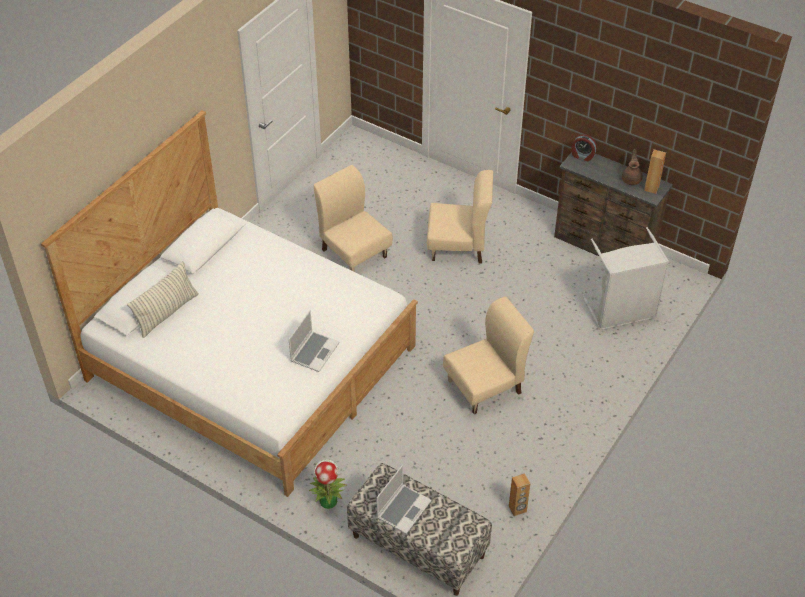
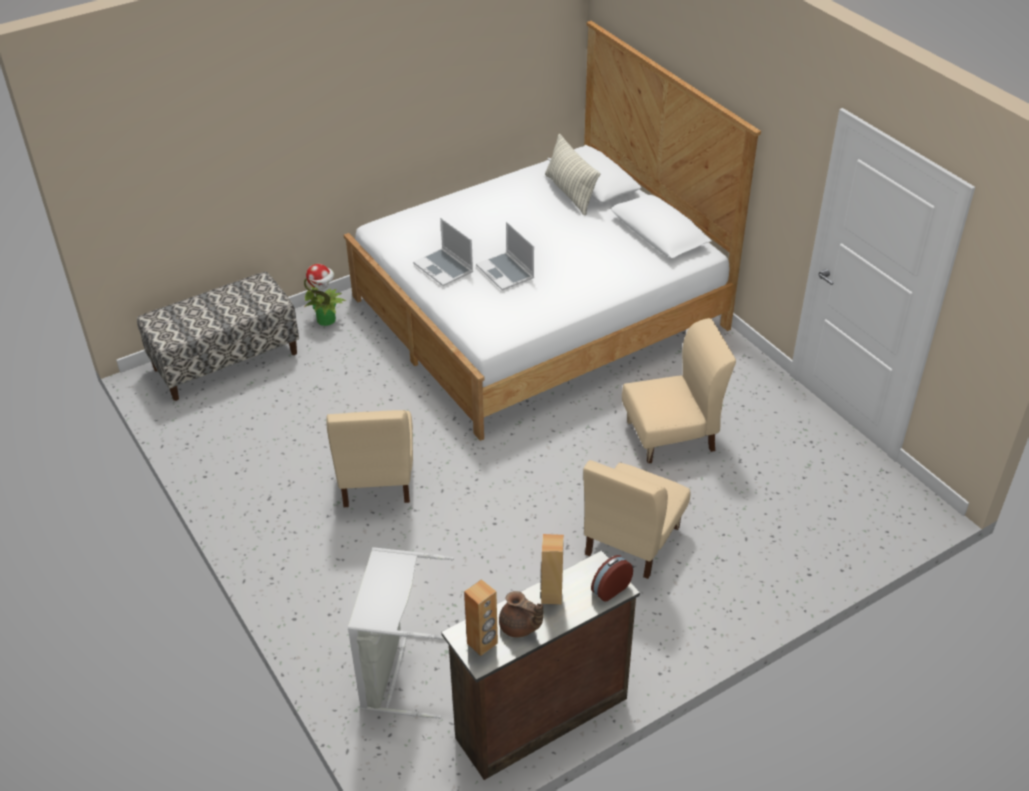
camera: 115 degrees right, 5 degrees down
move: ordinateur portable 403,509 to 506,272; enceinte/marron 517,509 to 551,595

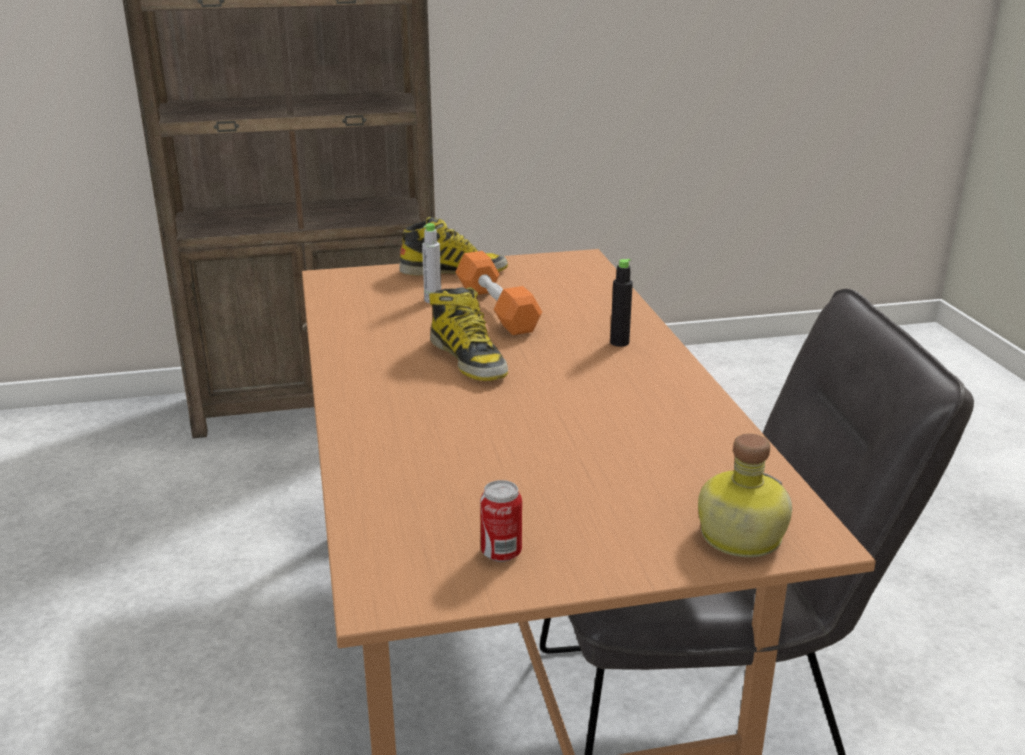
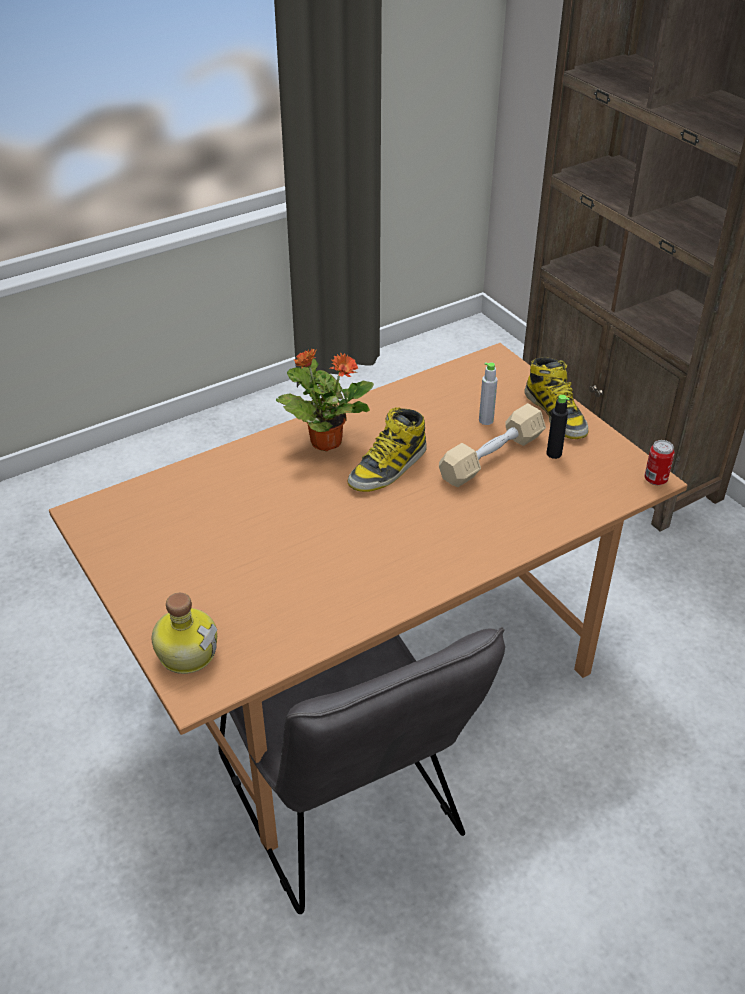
camera: 70 degrees right, 15 degrees up
insert: plante en pot 325,441
move: bouteille/noir 619,342 to 554,454; boîte métallique 501,553 to 655,479
recolor: haltère/orange 497,309 to haltère/beige 491,457

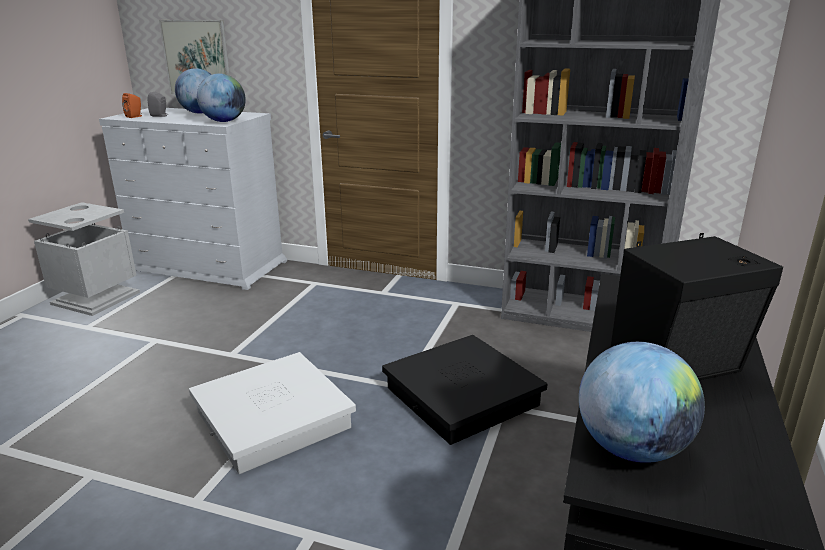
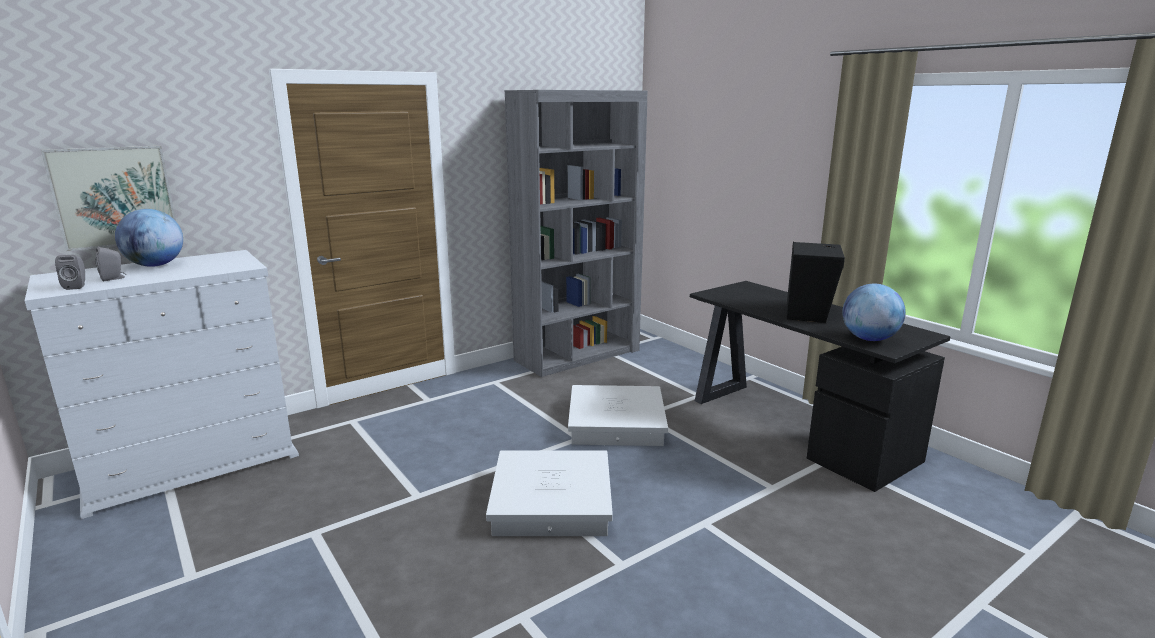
camera: 55 degrees left, 5 degrees down
delete: globe 224,121; poubelle/gris 96,298
recolor: enceinte/orange 135,116 to enceinte/gris 77,286; boîte de rangement/noir 462,396 to boîte de rangement/blanc 617,423

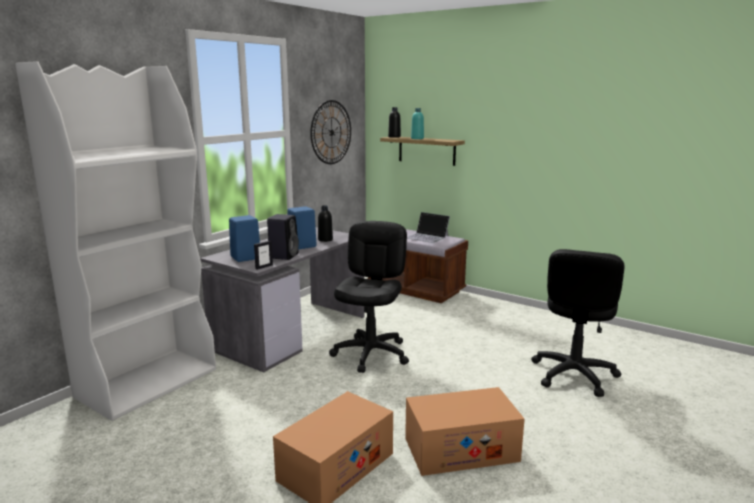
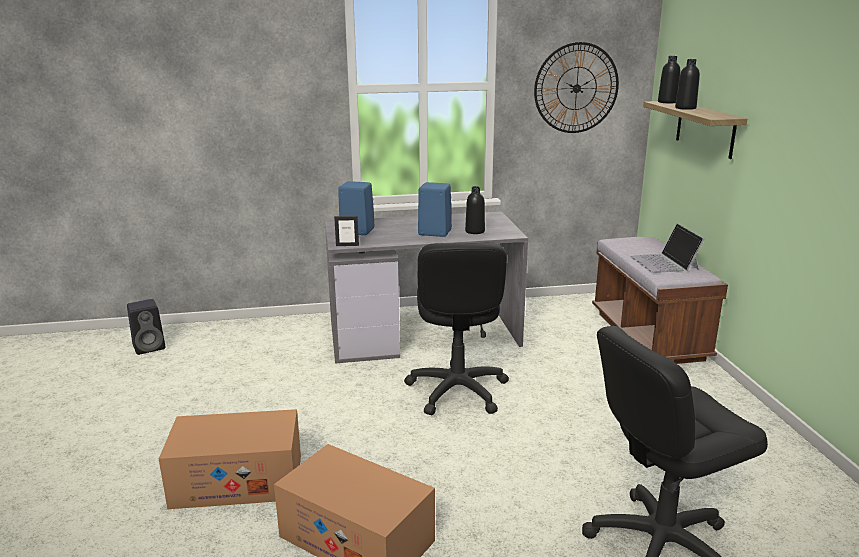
camera: 45 degrees right, 5 degrees up
delete: bibliothèque/blanc 148,382
move: enceinte/noir 284,255 to 150,347
recolor: bouteille/turquoise 417,138 to bouteille/noir 685,108
rotate: chaise de bureau/noir 371,354 = 457,391 120 degrees clockwise

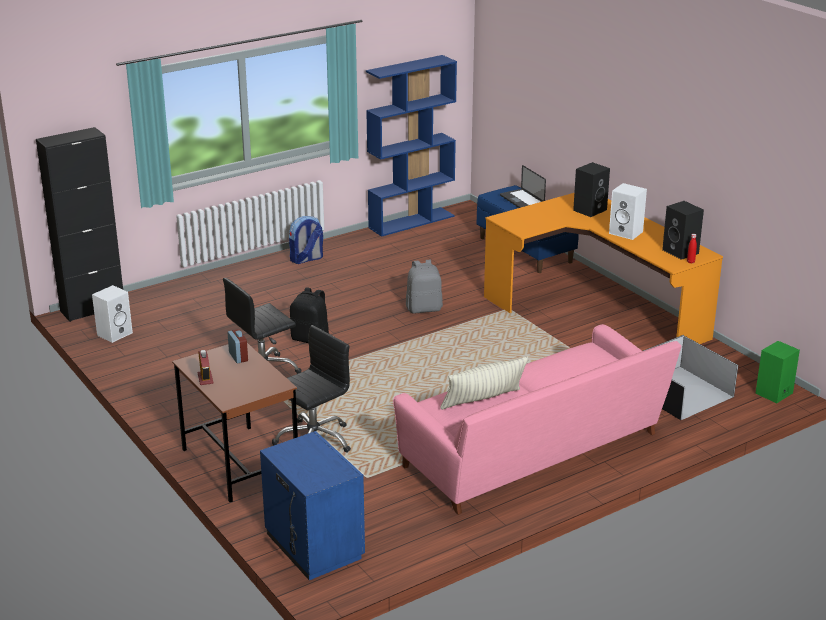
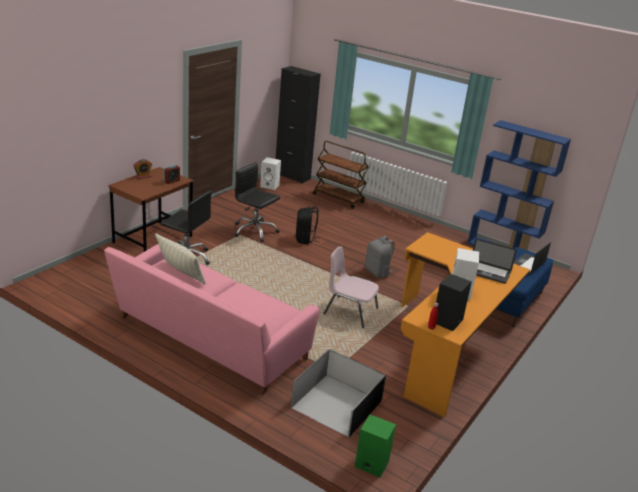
camera: 65 degrees right, 0 degrees up
delete: sac à dos 306,259; table de chevet/bleu 312,546
insert: chariot/marron 338,198; chaise/rose 349,311
replace: enceinte/noir 590,210 to ordinateur portable 487,272

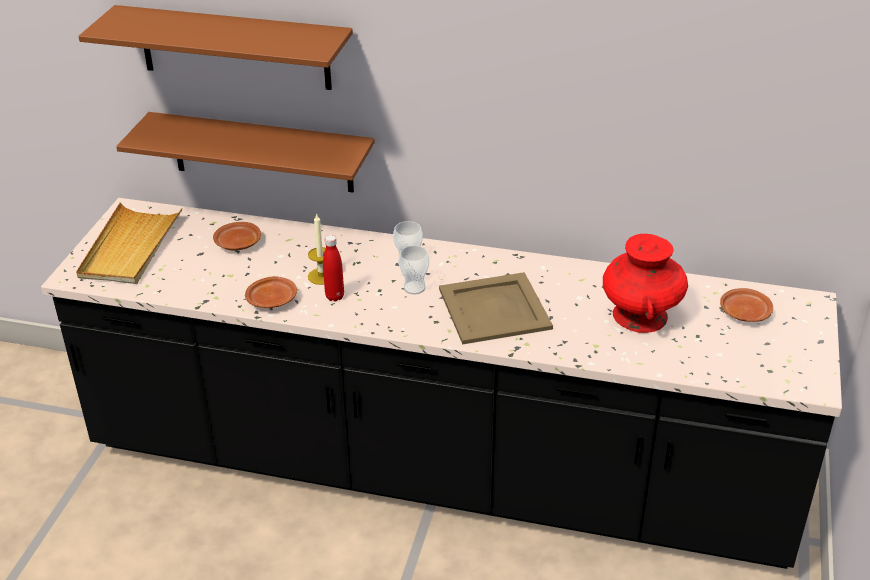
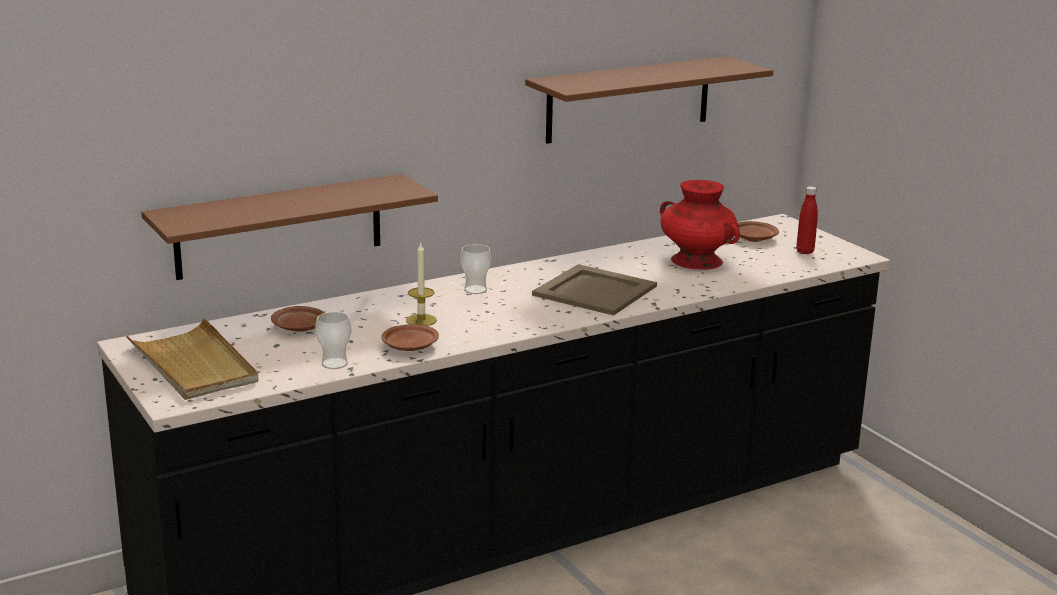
camera: 45 degrees left, 15 degrees down
move: étagère/marron 234,48 to 629,99; bouteille/rouge 334,296 to 805,251; tasse 414,288 to 334,364

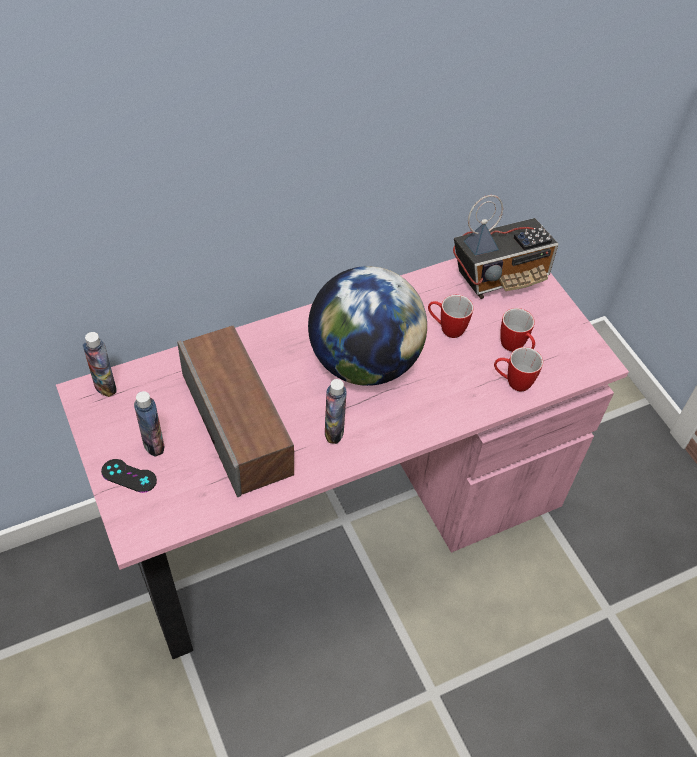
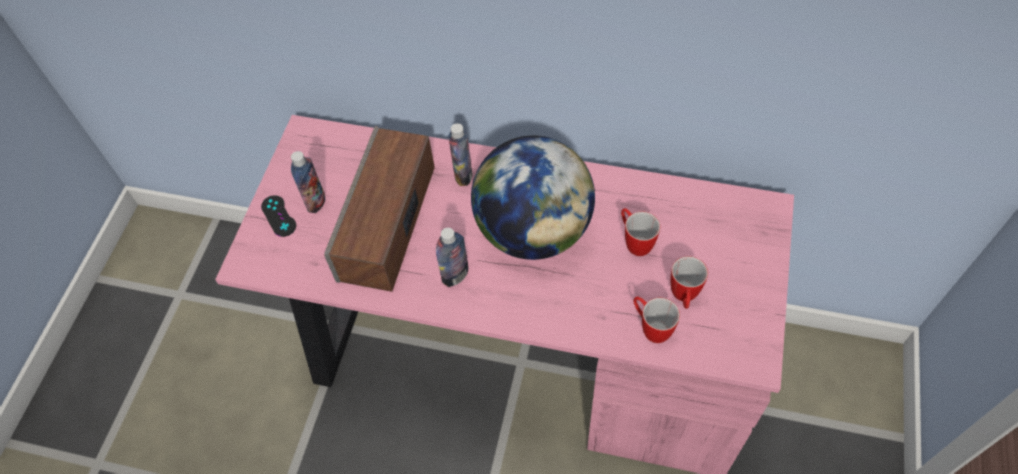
camera: 45 degrees right, 5 degrees up
delete: radio 501,277
move: bouteille 105,386 to 463,175

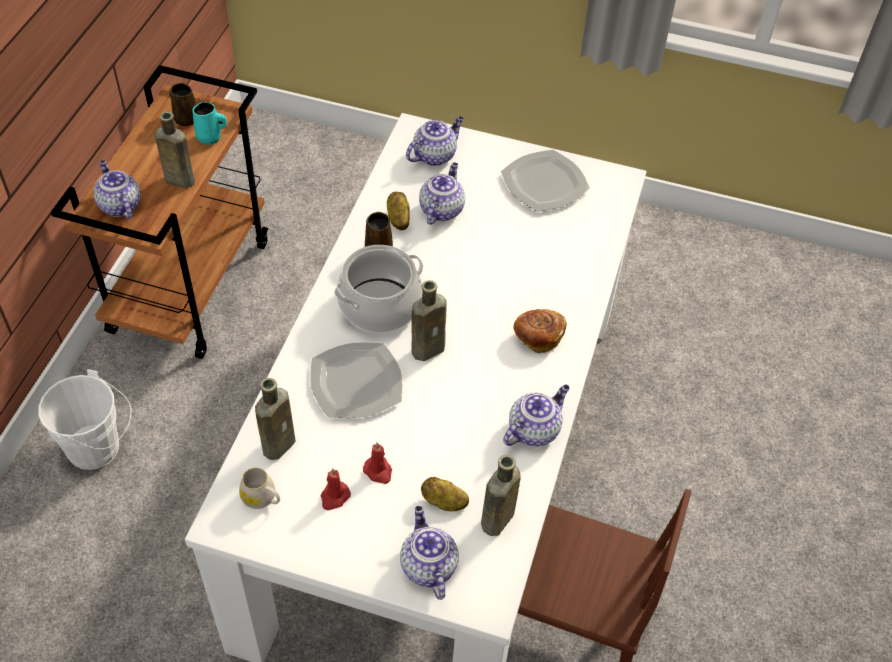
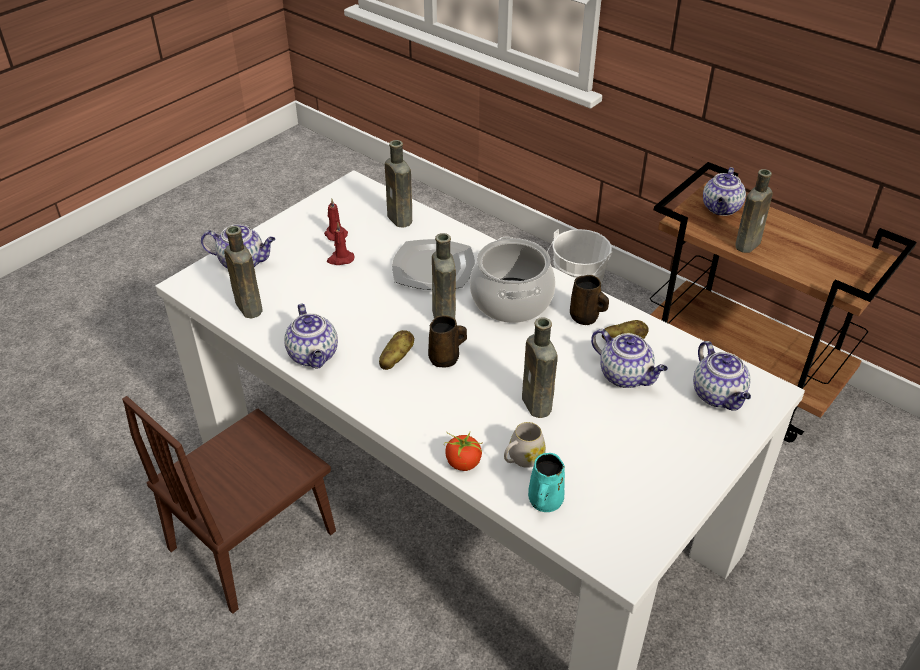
camera: 115 degrees right, 10 degrees down
delete: assiette 545,183; pain 538,337
insert: bouteille/marron 538,406; tomate 463,463
move: mug/marron 185,118 to 445,359; mug/turquoise 210,138 to 544,502; mug/blanc 262,499 to 522,459; pomme de terre 444,502 to 396,359
rotate: théière 119,205 = 721,209 120 degrees clockwise

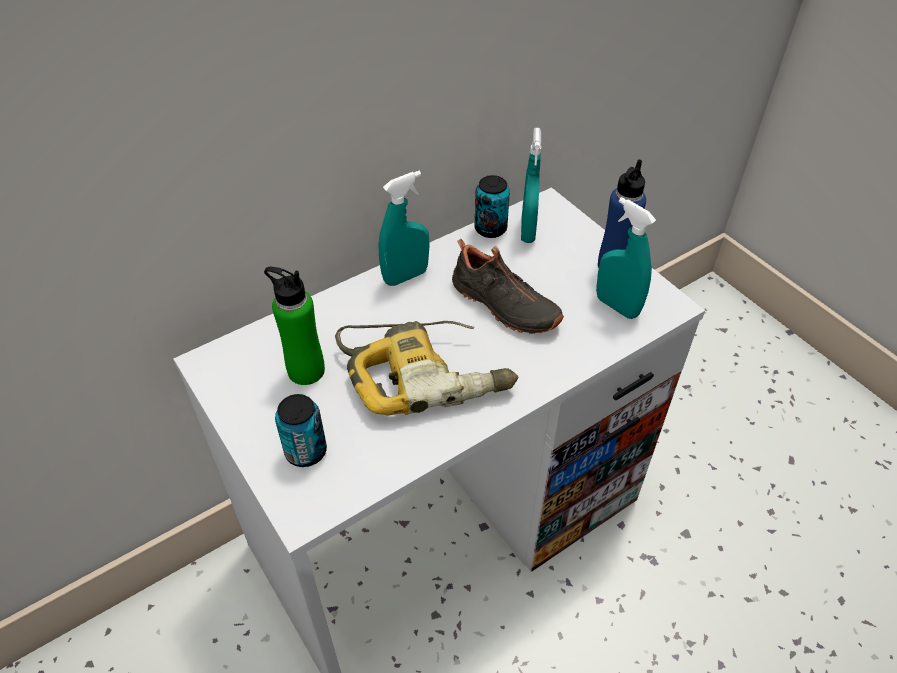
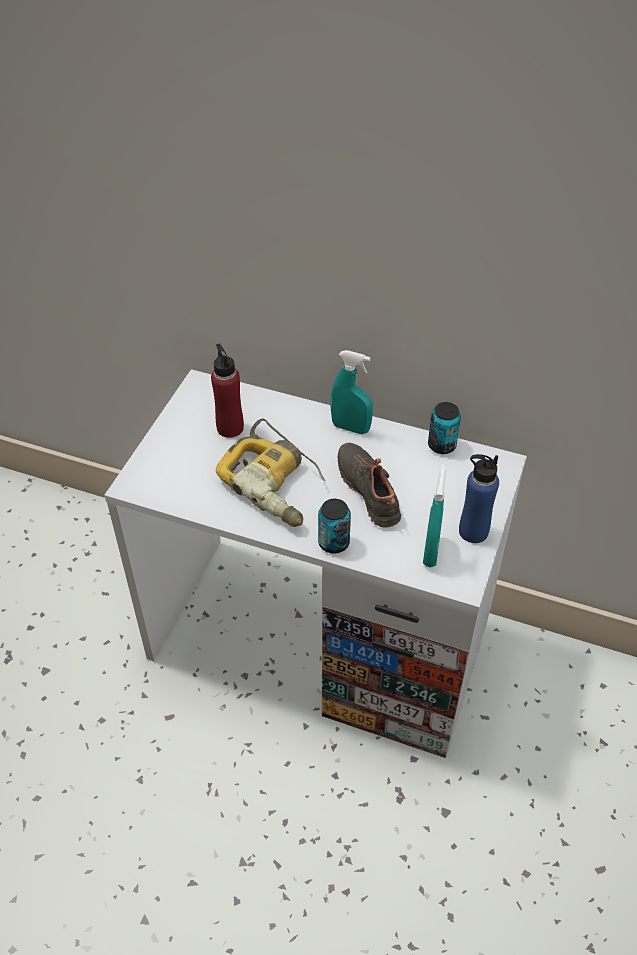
camera: 55 degrees right, 0 degrees up
delete: vaporisateur/turquoise 528,231
move: boîte métallique 306,451 to 333,543
recolor: bouteille/vert 306,370 to bouteille/rouge 230,428
rotate: chaussure/noir 503,306 = 370,490 150 degrees clockwise

